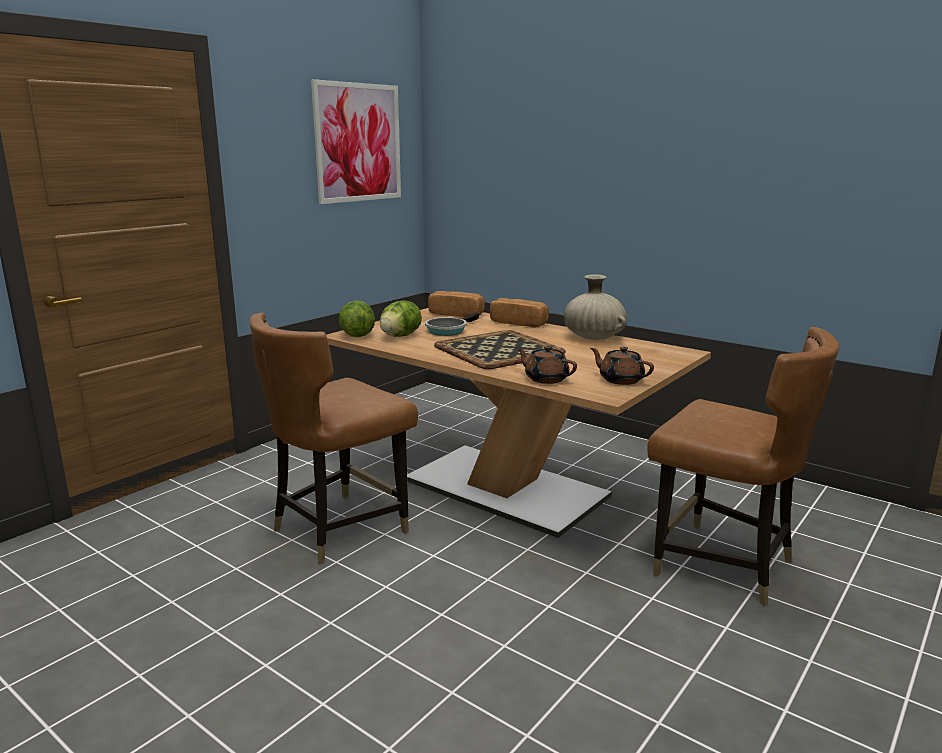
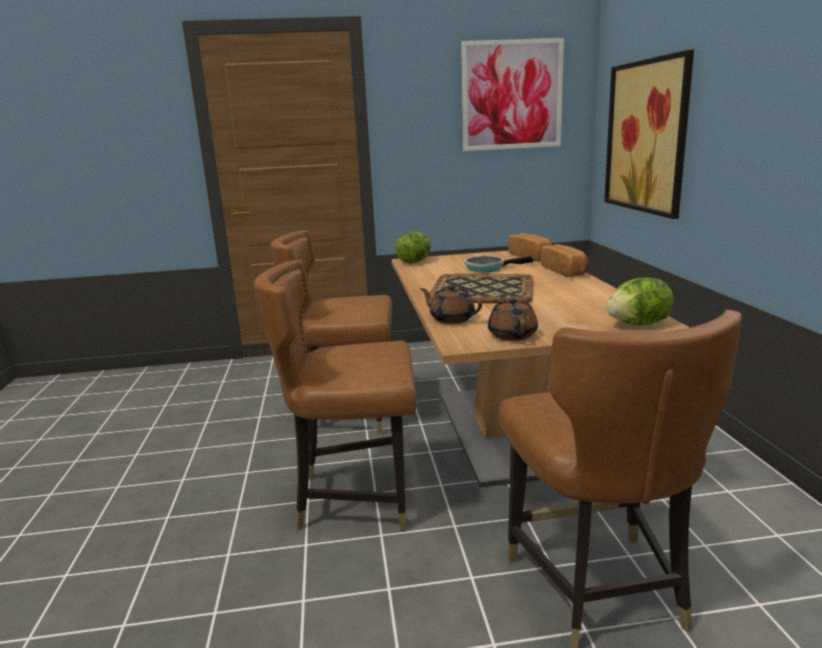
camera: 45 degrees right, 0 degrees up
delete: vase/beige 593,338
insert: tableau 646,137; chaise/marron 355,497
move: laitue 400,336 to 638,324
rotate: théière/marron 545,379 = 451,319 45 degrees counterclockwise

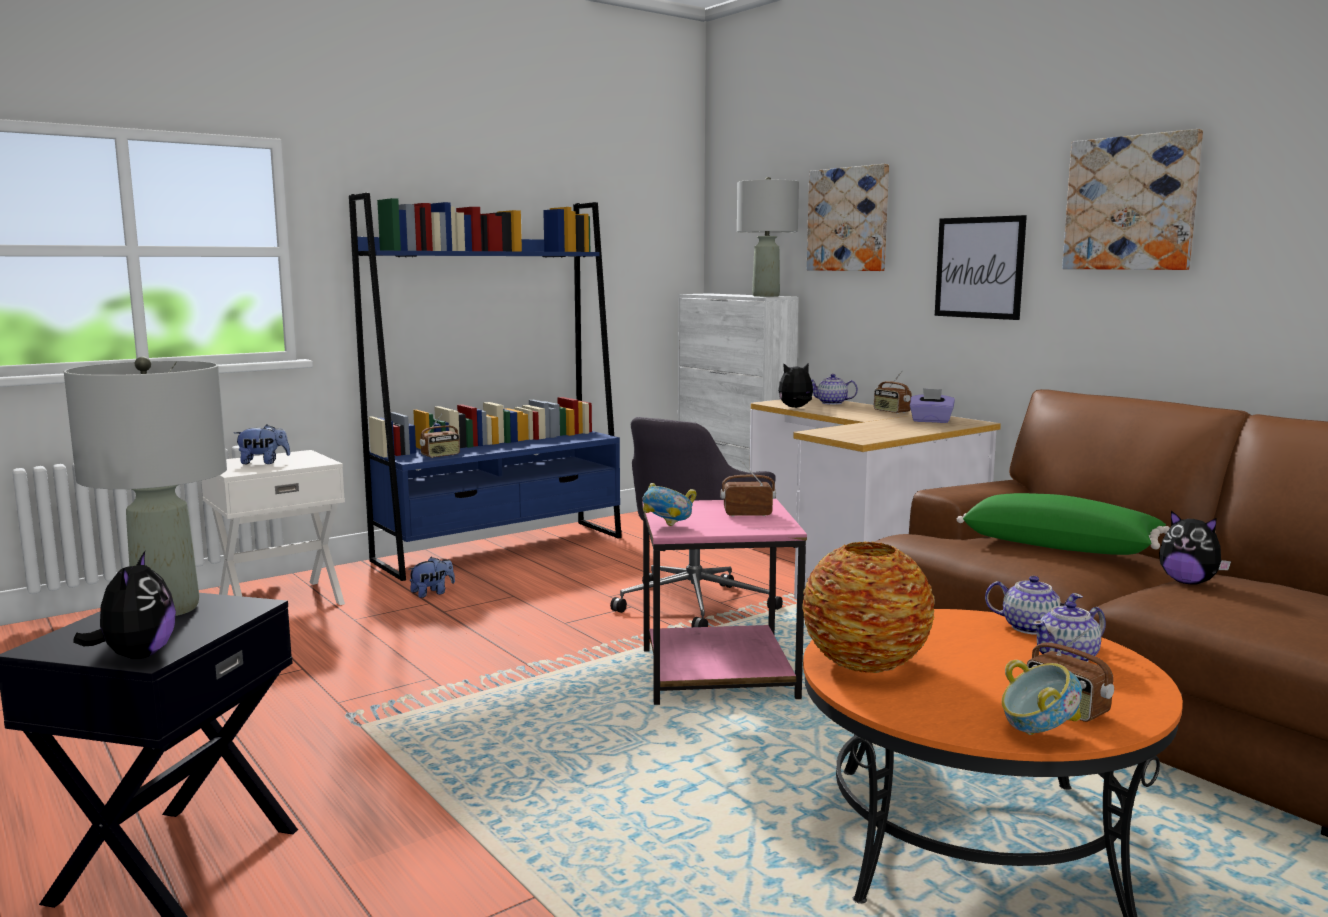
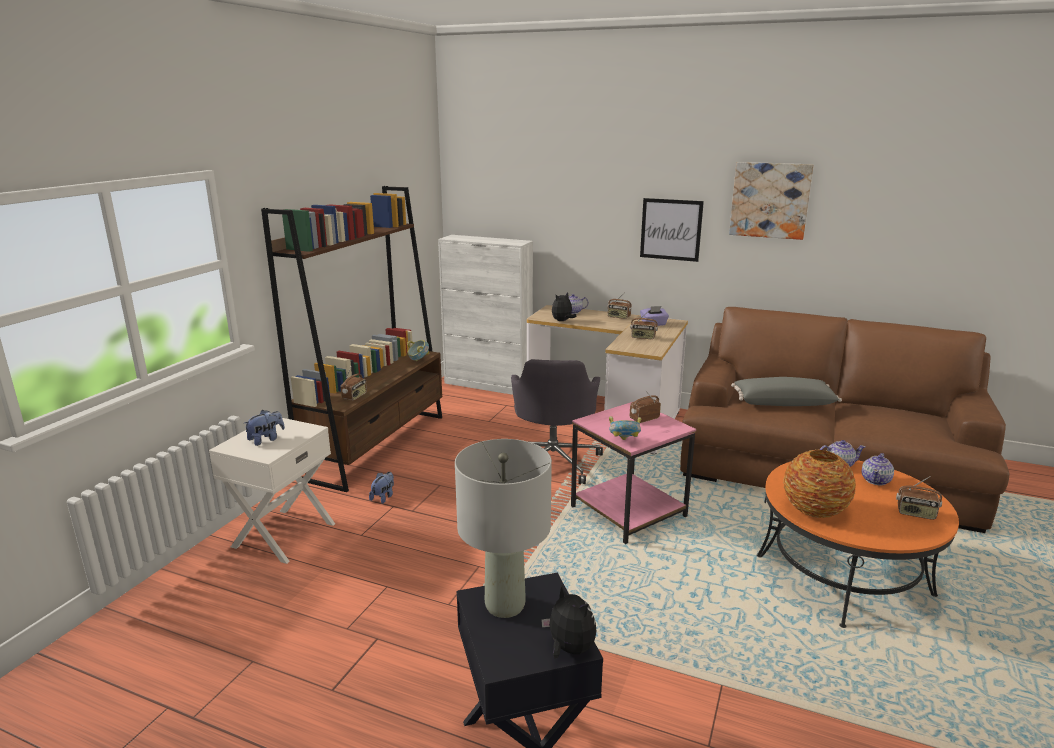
camera: 30 degrees left, 10 degrees up
delete: tableau 848,219; lampe de table/gris 766,296; peluche 1188,582
insert: radio 643,337
move: bol 1037,733 to 418,360
recolor: bibliothèque/bleu 501,549 to bibliothèque/marron 376,446; coussin/vert 1060,546 to coussin/gris 783,403

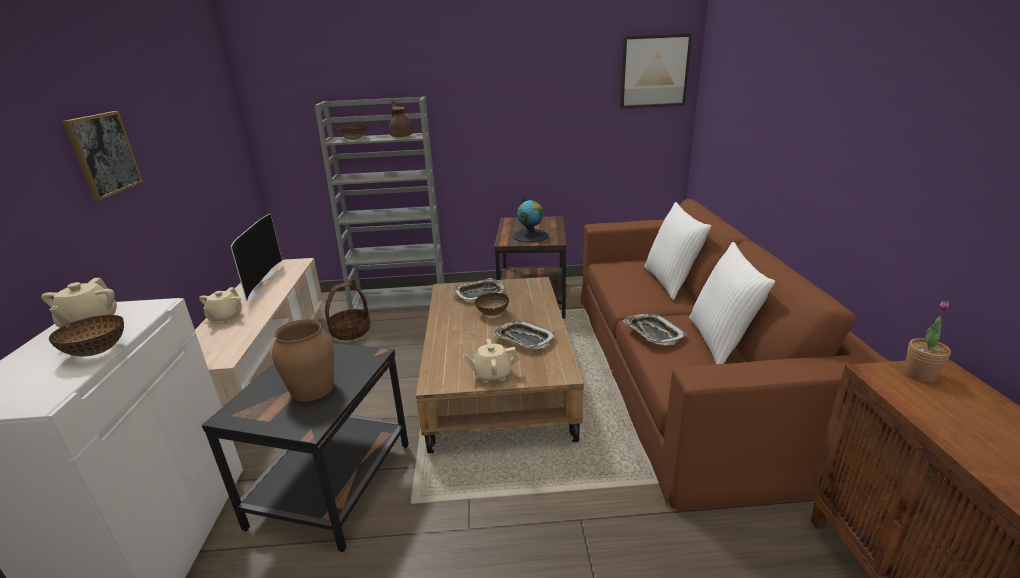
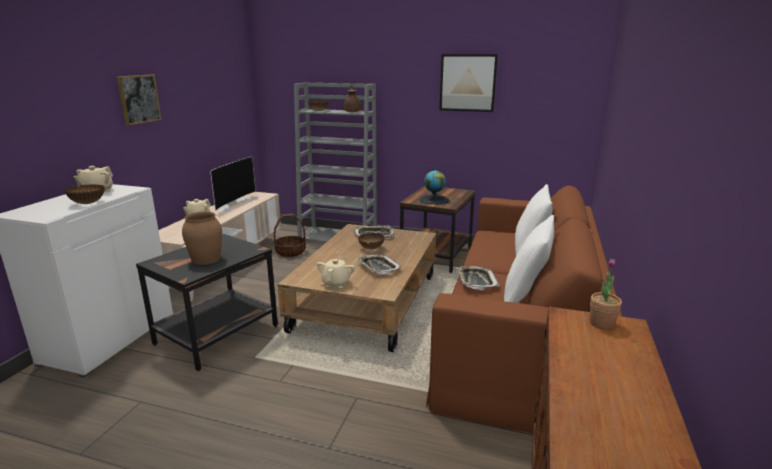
camera: 20 degrees right, 5 degrees down
move: tableau 654,71 to 467,83
rotate: théière/beige 492,375 = 336,283 90 degrees clockwise

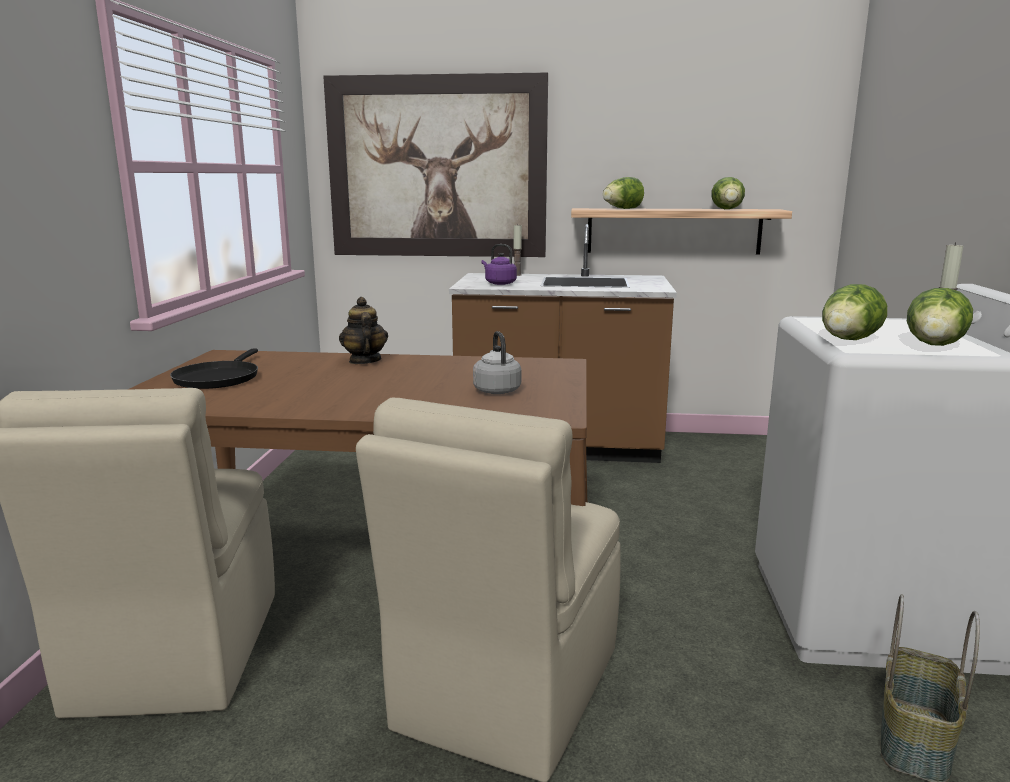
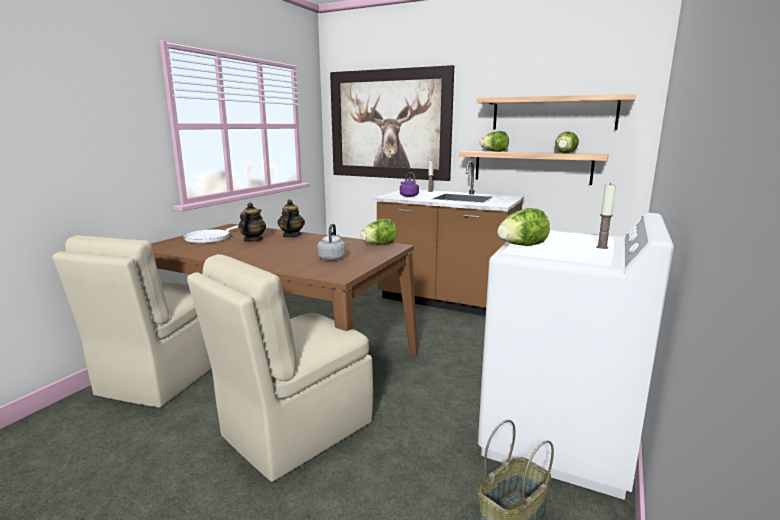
camera: 20 degrees right, 0 degrees up
insert: étagère 553,113; théière 252,240
move: laitue 934,346 to 379,245
recolor: poêle/noir 218,378 to poêle/blanc 210,238

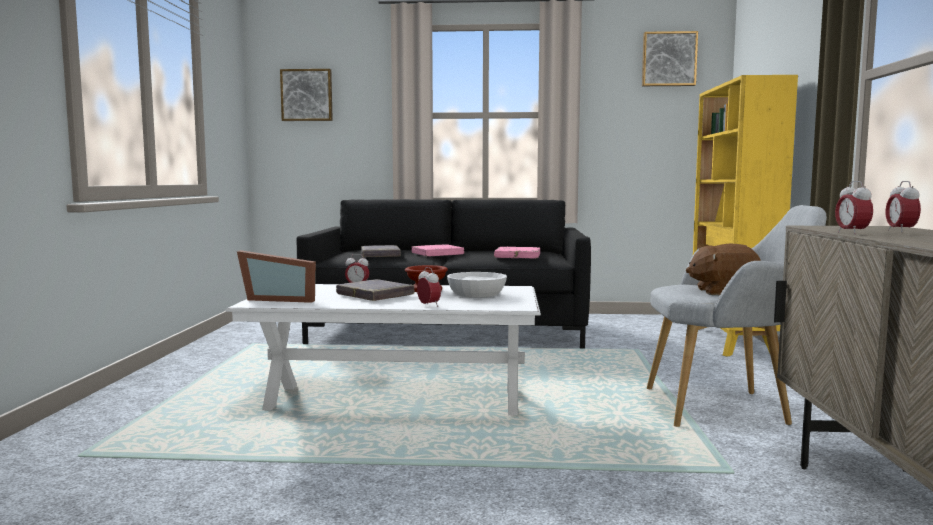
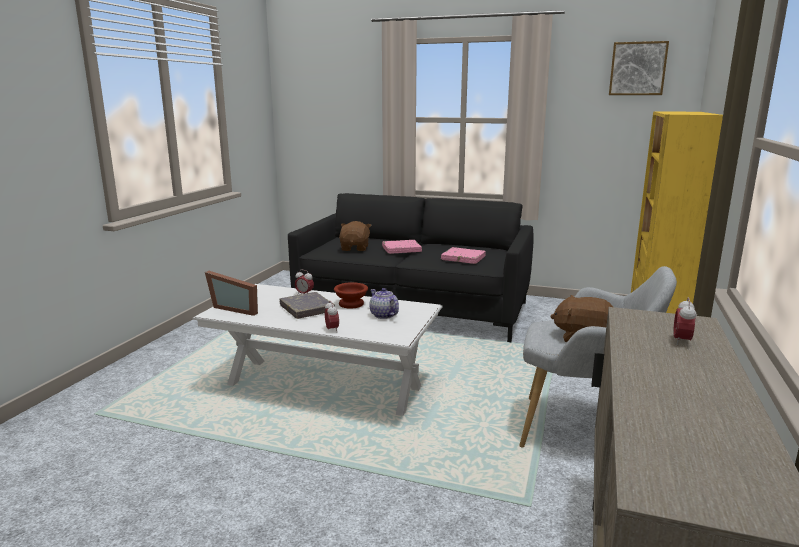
camera: 15 degrees right, 10 degrees up
delete: tableau 307,95; réveil 851,233
replace: livre/gris 380,255 to peluche/marron 355,248; bol/blanc 476,294 to théière 383,315

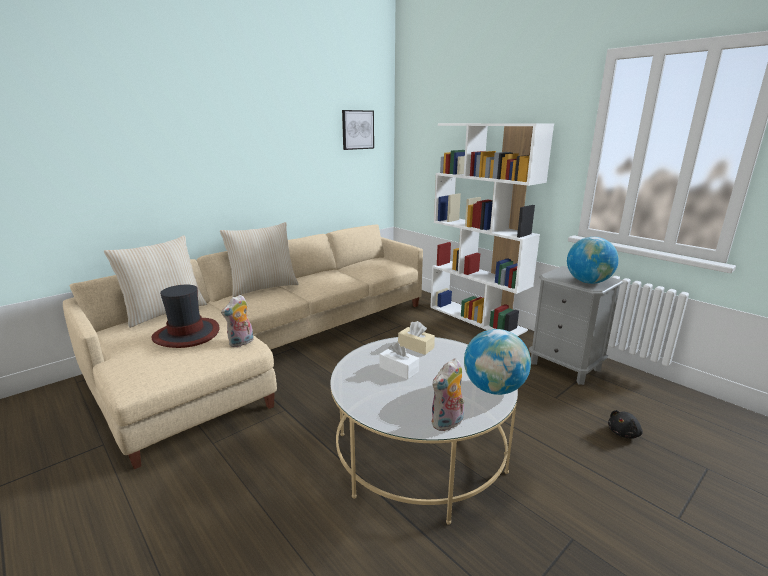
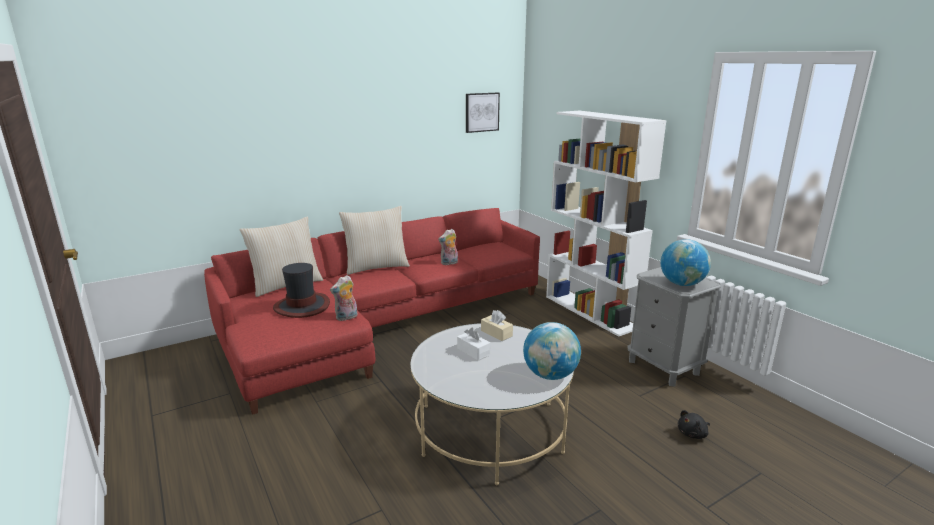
camera: 10 degrees right, 0 degrees up
move: peluche 447,424 to 449,263
recolor: canapé/beige 268,347 to canapé/rouge 377,324

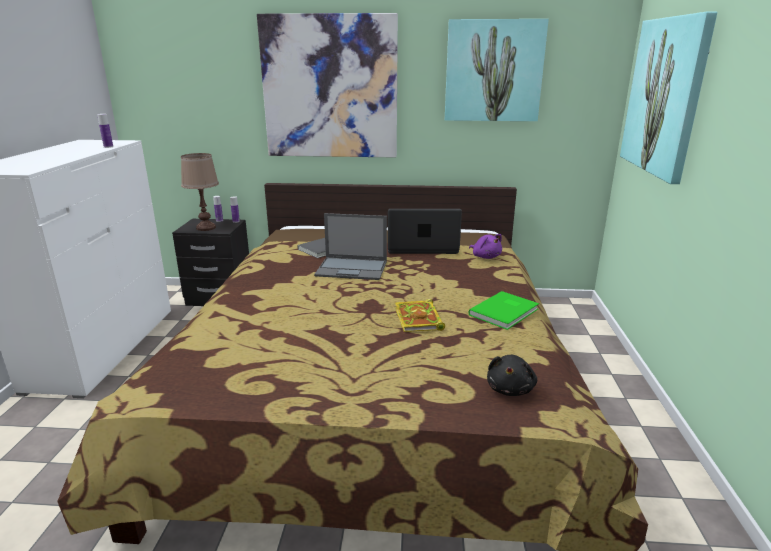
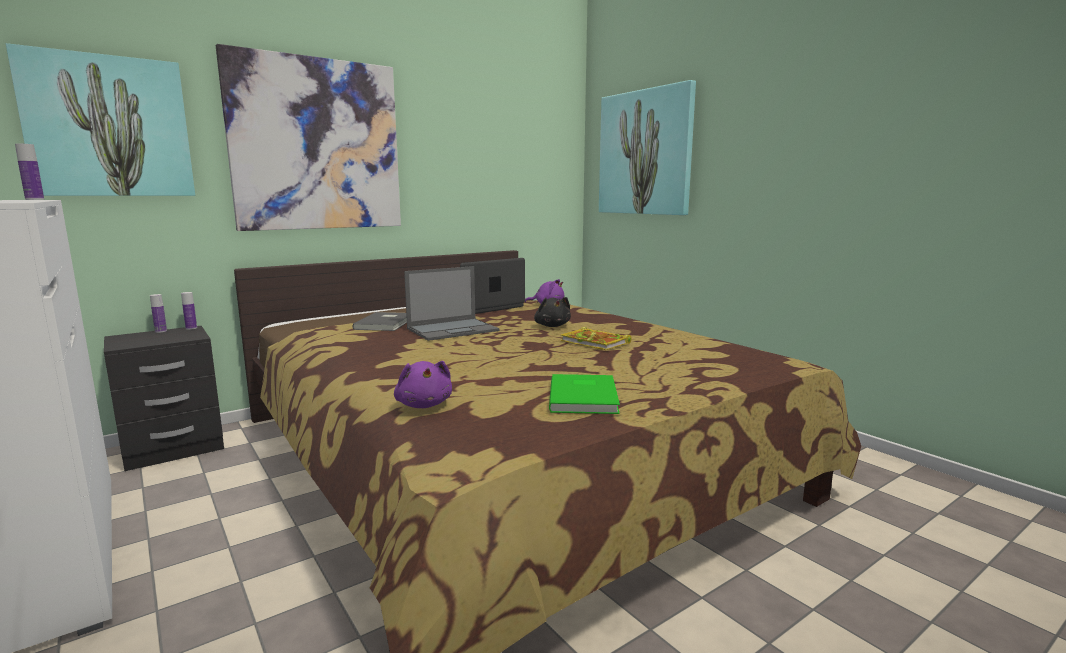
camera: 40 degrees left, 10 degrees down
delete: lampe de table/marron 206,228
insert: peluche/violet 424,404
move: tableau 493,71 to 109,127; livre/vert 505,312 to 585,396; peluche/noir 510,389 to 552,326

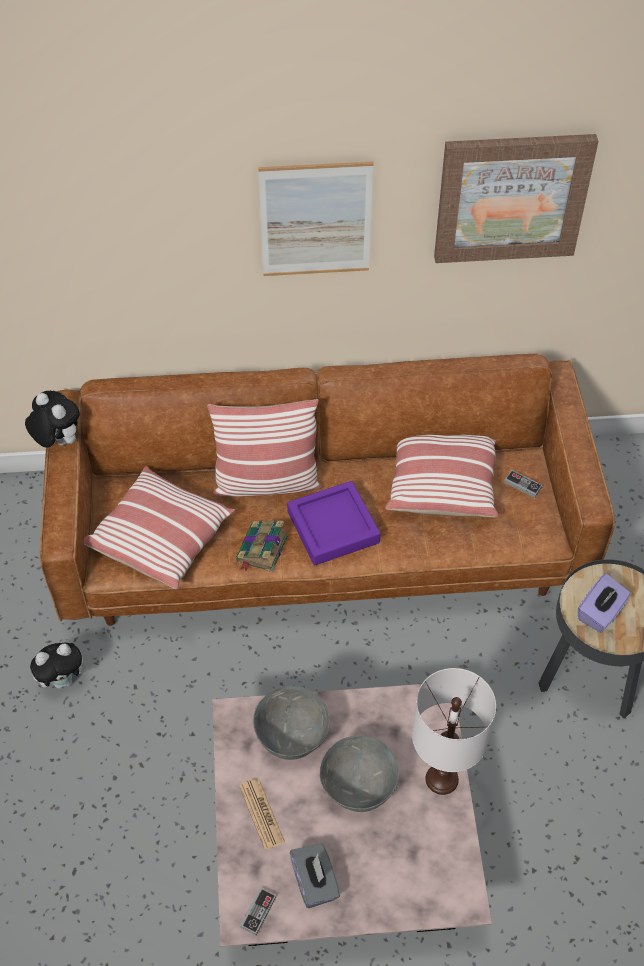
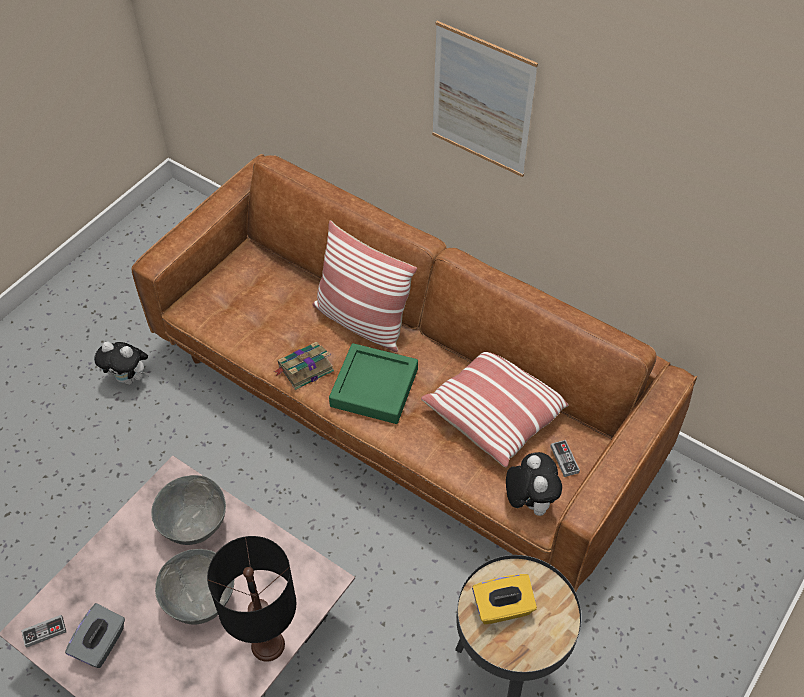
camera: 40 degrees right, 0 degrees up
delete: tableau 511,197; coussin 161,538; journal 261,814
move: peluche 57,441 to 529,501
recolor: plateau/violet 333,527 to plateau/vert 374,388; boîte à mouchoirs/violet 600,613 to boîte à mouchoirs/jaune 502,608; lampe de table/blanc 442,779 to lampe de table/noir 267,645

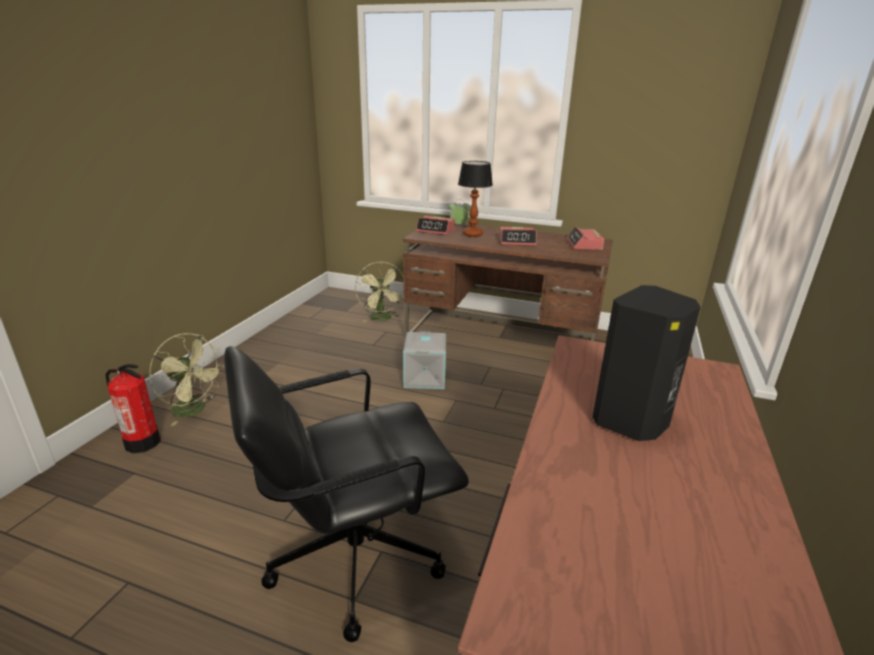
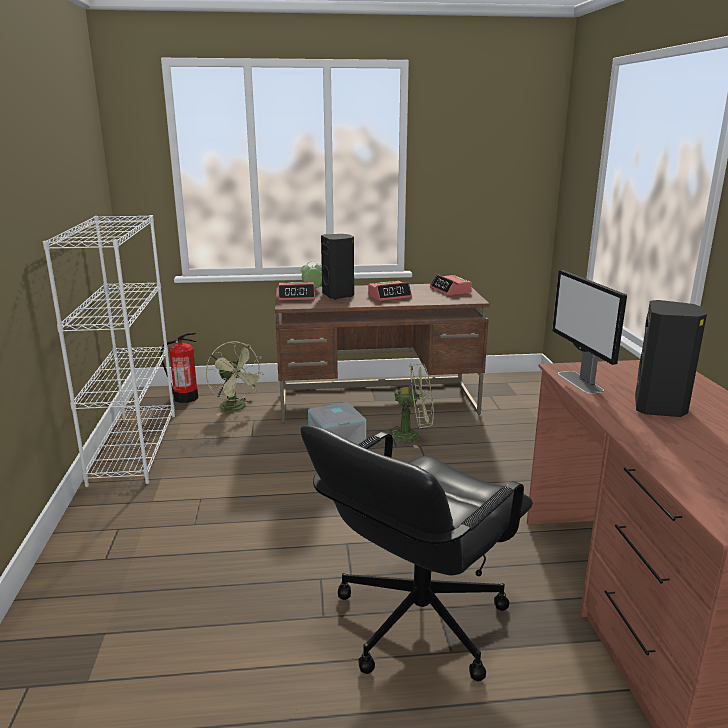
camera: 25 degrees left, 5 degrees down
insert: bibliothèque/blanc 134,447; écran d'ordinateur 580,382
move: ventilateur/vert 194,410 to 412,436; extincteur 142,442 to 185,398
replace: lampe de table 473,234 to enceinte/noir 339,295

